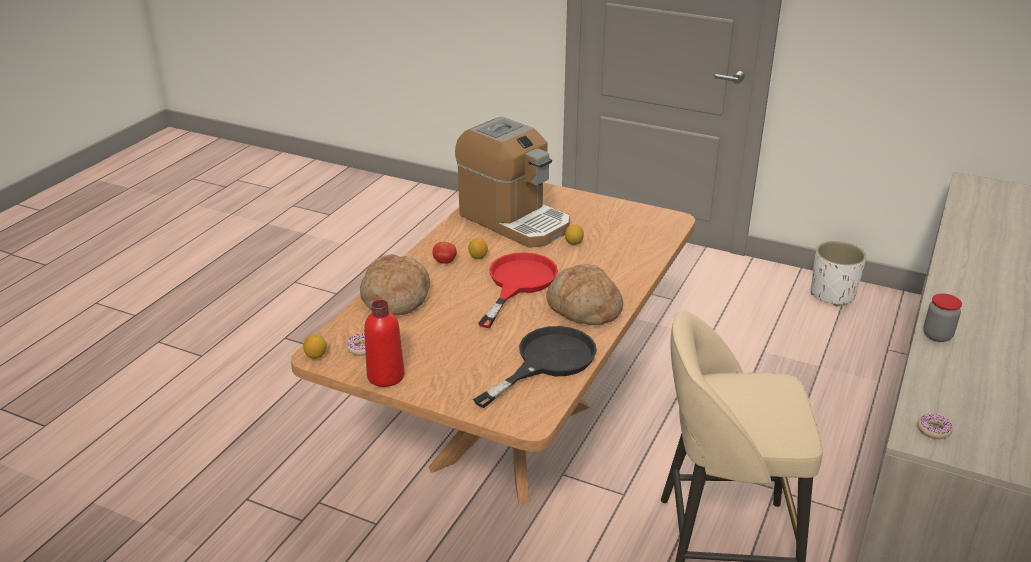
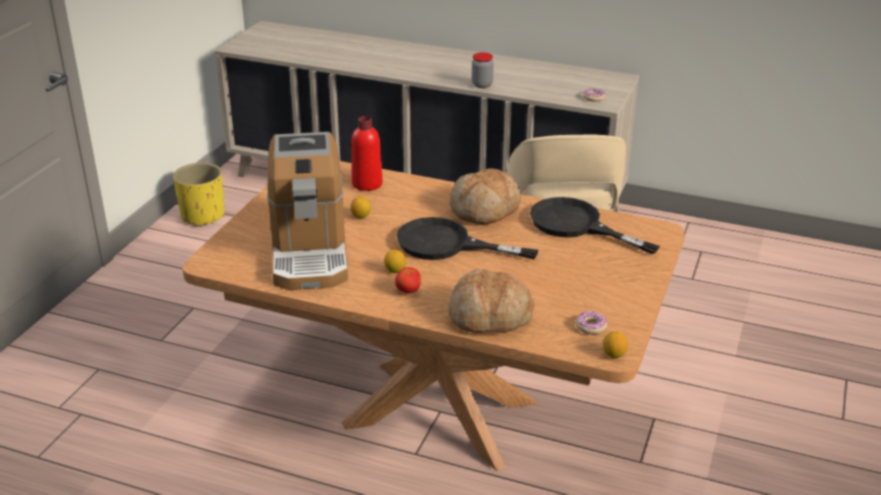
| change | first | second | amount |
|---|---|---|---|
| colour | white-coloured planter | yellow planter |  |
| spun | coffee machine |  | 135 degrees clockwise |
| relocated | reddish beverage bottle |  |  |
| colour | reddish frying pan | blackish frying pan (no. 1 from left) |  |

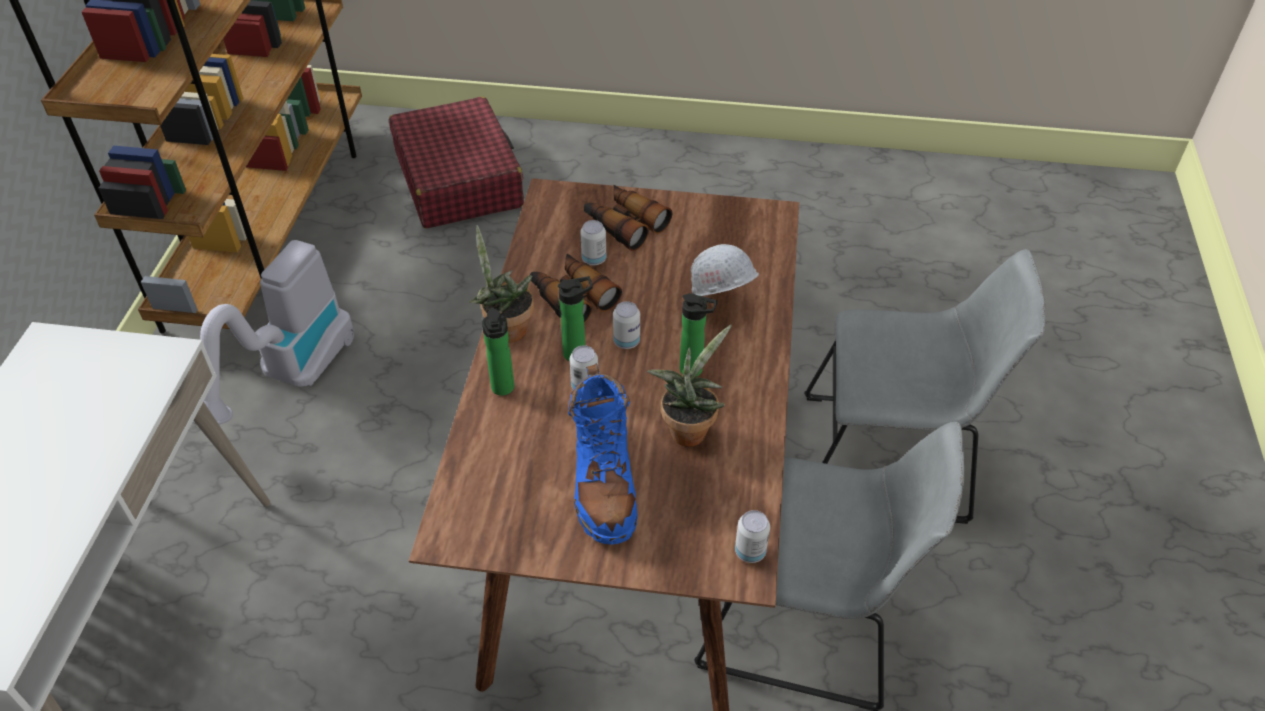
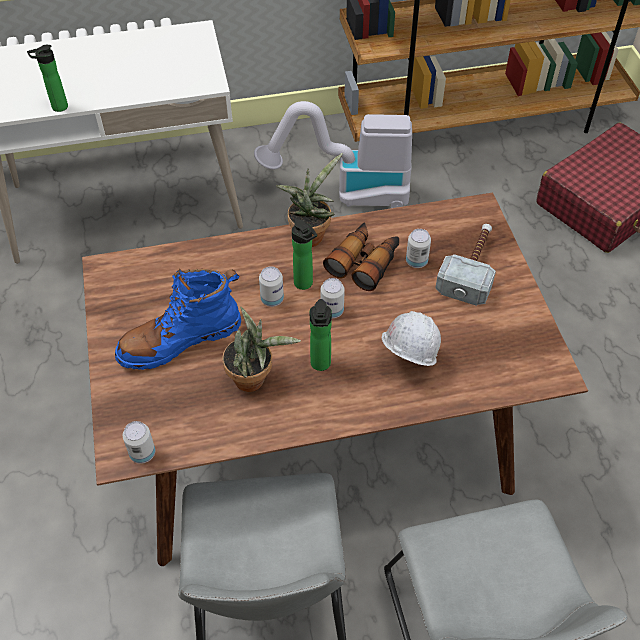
| change | first | second | amount |
|---|---|---|---|
| relocated | beverage bottle (no. 1 from left) |  |  |
| exchanged | pair of binoculars (no. 2 from left) | hammer |  |

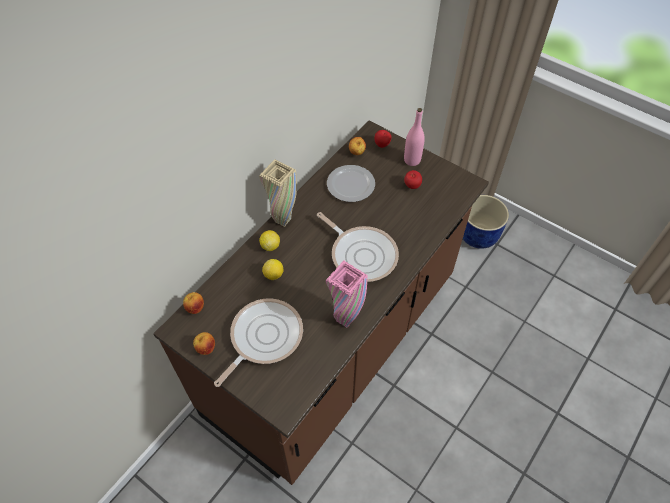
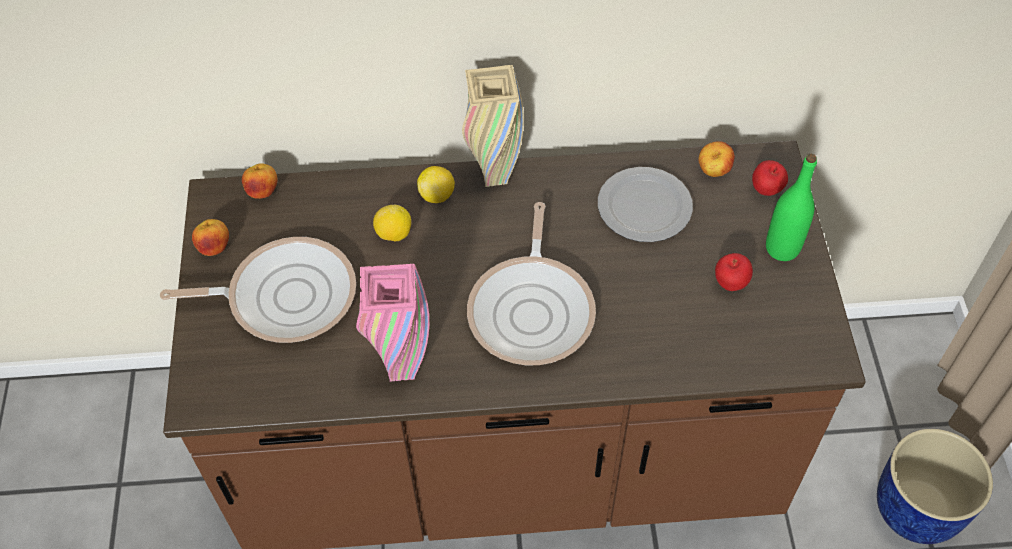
| change | first | second | amount |
|---|---|---|---|
| colour | pinkish beverage bottle | green beverage bottle |  |

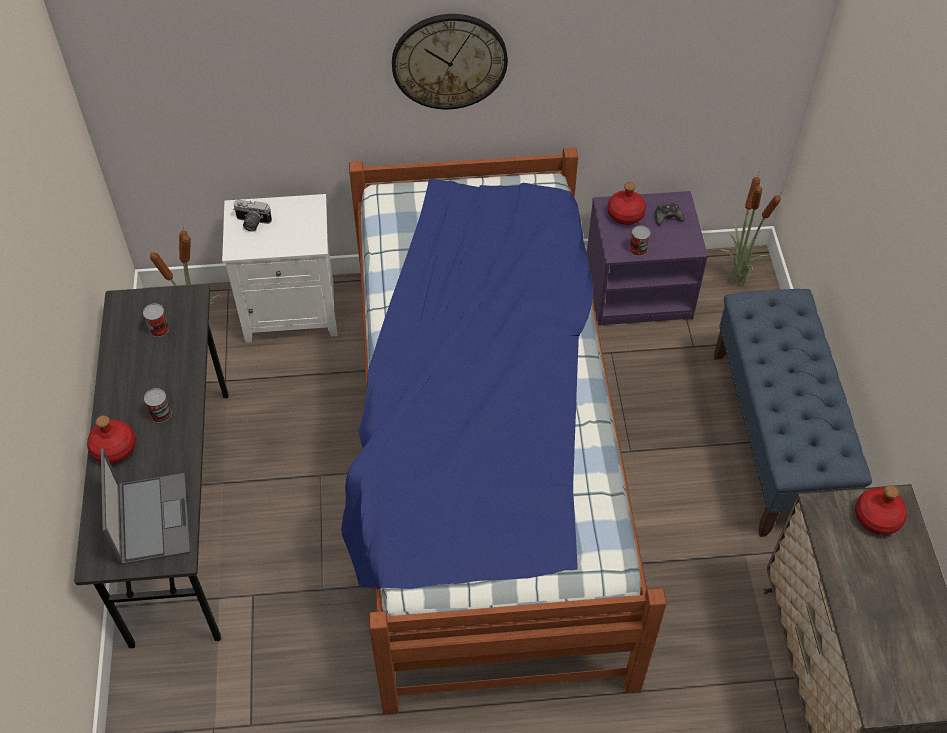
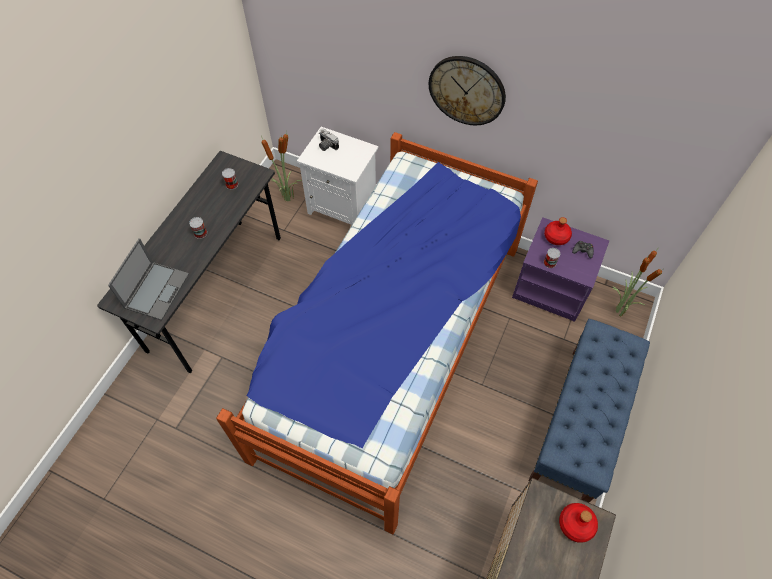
| change | first | second | amount |
|---|---|---|---|
| missing | reddish beverage bottle (no. 1 from left) |  |  |

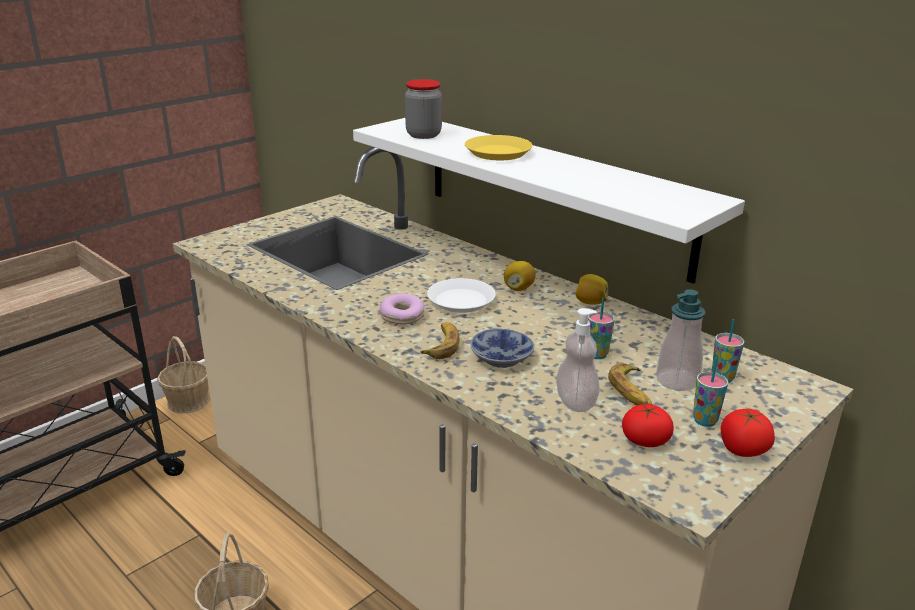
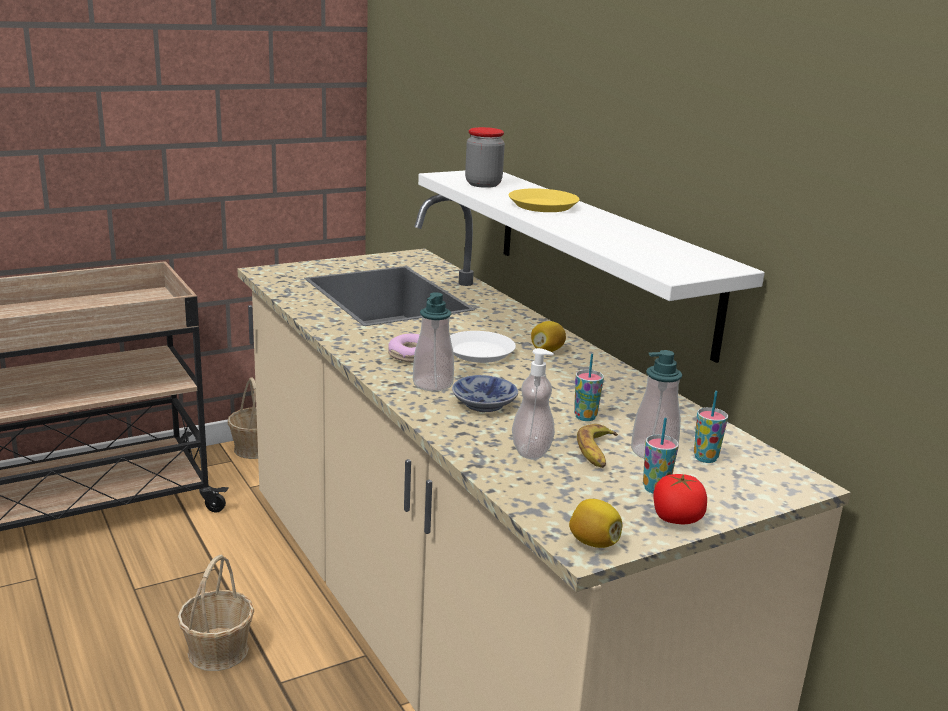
| change | first | second | amount |
|---|---|---|---|
| exchanged | banana (no. 1 from left) | soap bottle (no. 1 from left) |  |
| relocated | whole lemon (no. 2 from left) |  |  |
| missing | tomato (no. 1 from left) |  |  |

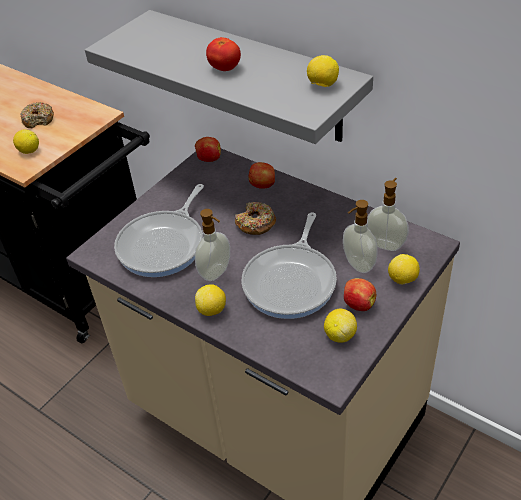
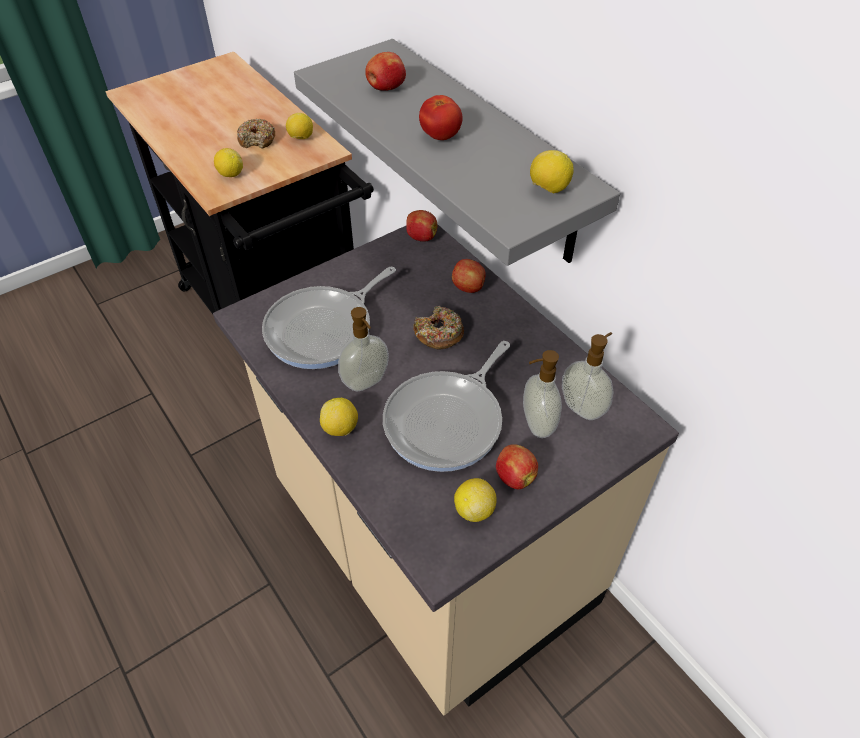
| change | first | second | amount |
|---|---|---|---|
| relocated | whole lemon (no. 5 from left in the first image) | whole lemon (no. 2 from left) |  |
| appeared |  | whole apple (no. 1 from left) |  |

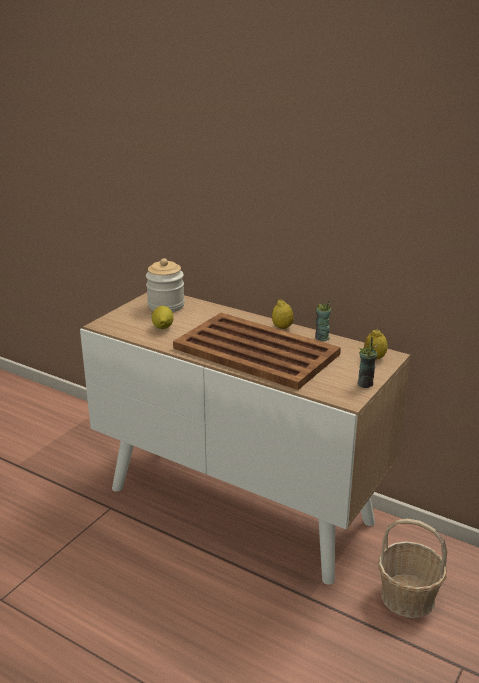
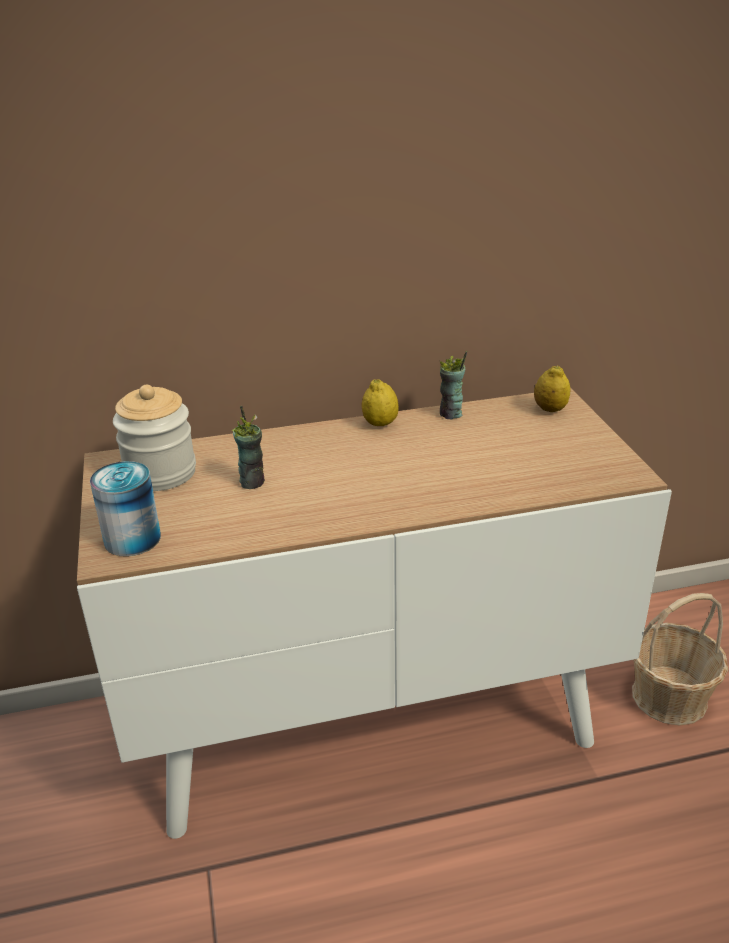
| change | first | second | amount |
|---|---|---|---|
| appeared |  | sealed can |  |
| relocated | cup (no. 2 from left in the first image) | cup (no. 1 from left) |  |
| missing | whole lemon (no. 1 from left) |  |  |
| missing | brownish tray |  |  |

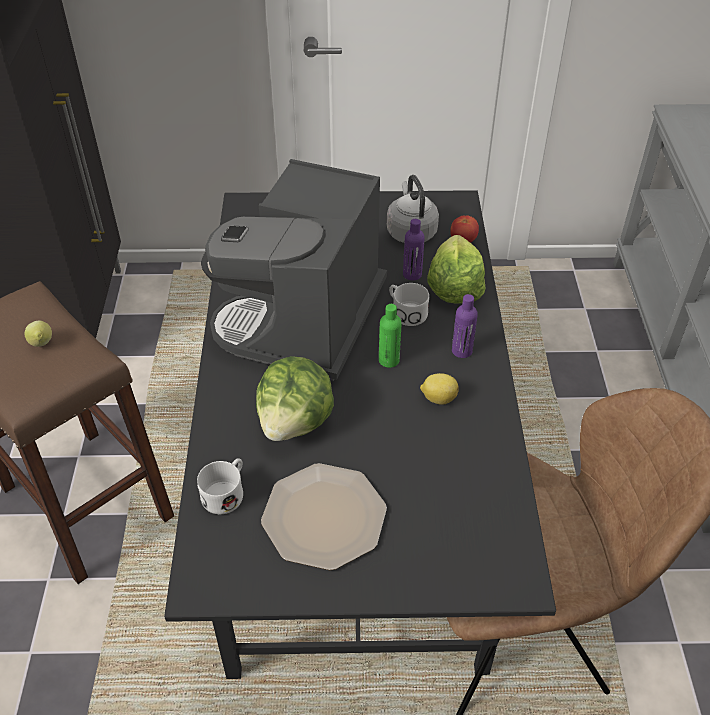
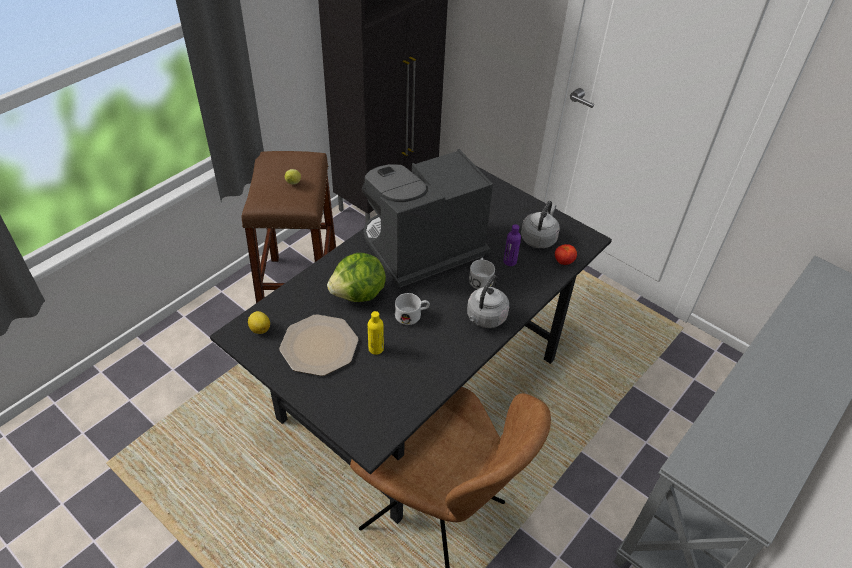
| change | first | second | amount |
|---|---|---|---|
| relocated | whole lemon (no. 2 from left in the first image) | whole lemon (no. 1 from left) |  |
| appeared |  | yellow beverage bottle |  |
| relocated | white-coloured mug (no. 1 from left) |  |  |
| exchanged | purple-coloured beverage bottle (no. 2 from left) | greyish water kettle (no. 1 from left) |  |
| missing | green beverage bottle |  |  |
| missing | head of lettuce (no. 2 from left) |  |  |

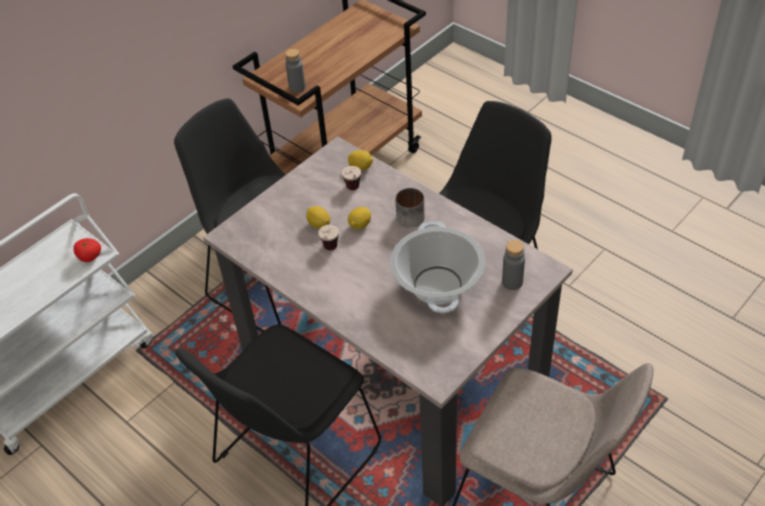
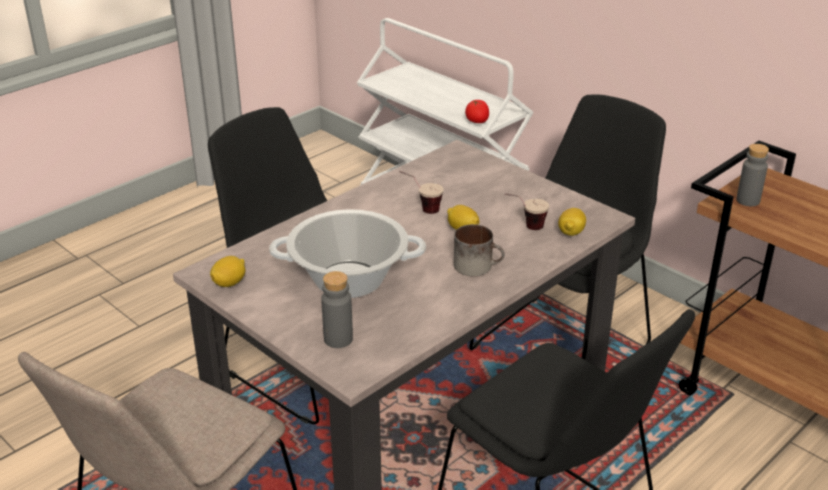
| change | first | second | amount |
|---|---|---|---|
| relocated | whole lemon (no. 1 from left) |  |  |

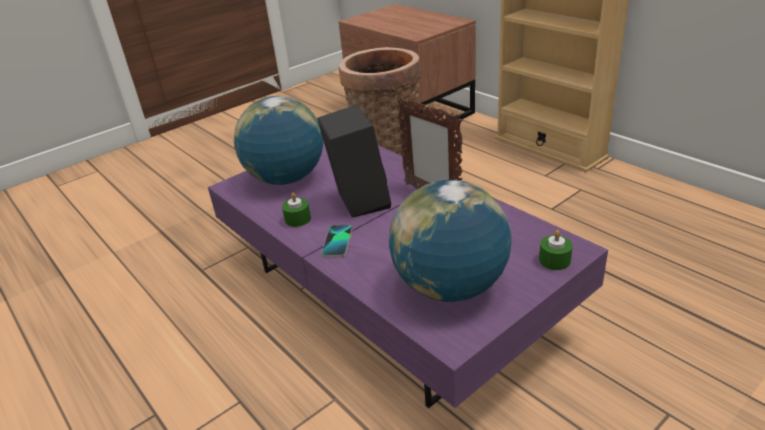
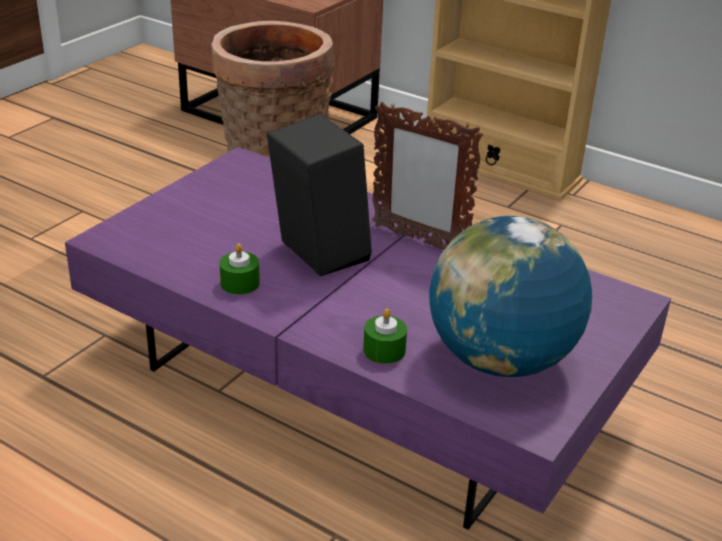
| change | first | second | amount |
|---|---|---|---|
| relocated | green wax light (no. 2 from left) |  |  |
| missing | globe (no. 1 from left) |  |  |
| missing | telephone |  |  |

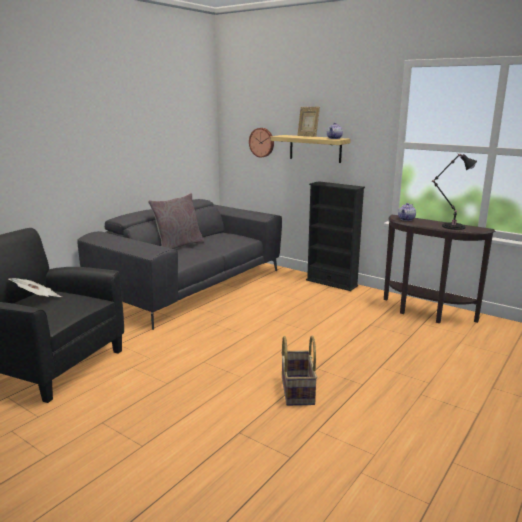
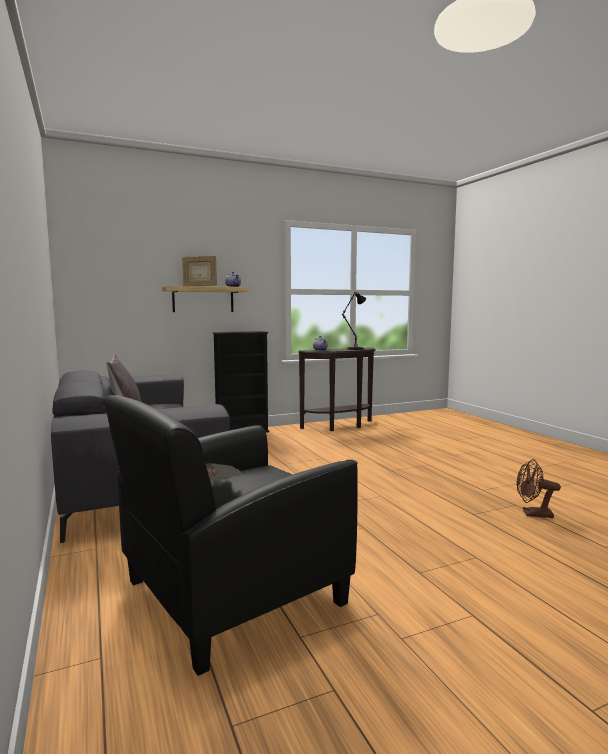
| change | first | second | amount |
|---|---|---|---|
| appeared |  | brownish electric fan |  |
| missing | clock on the wall |  |  |
| missing | basket |  |  |

